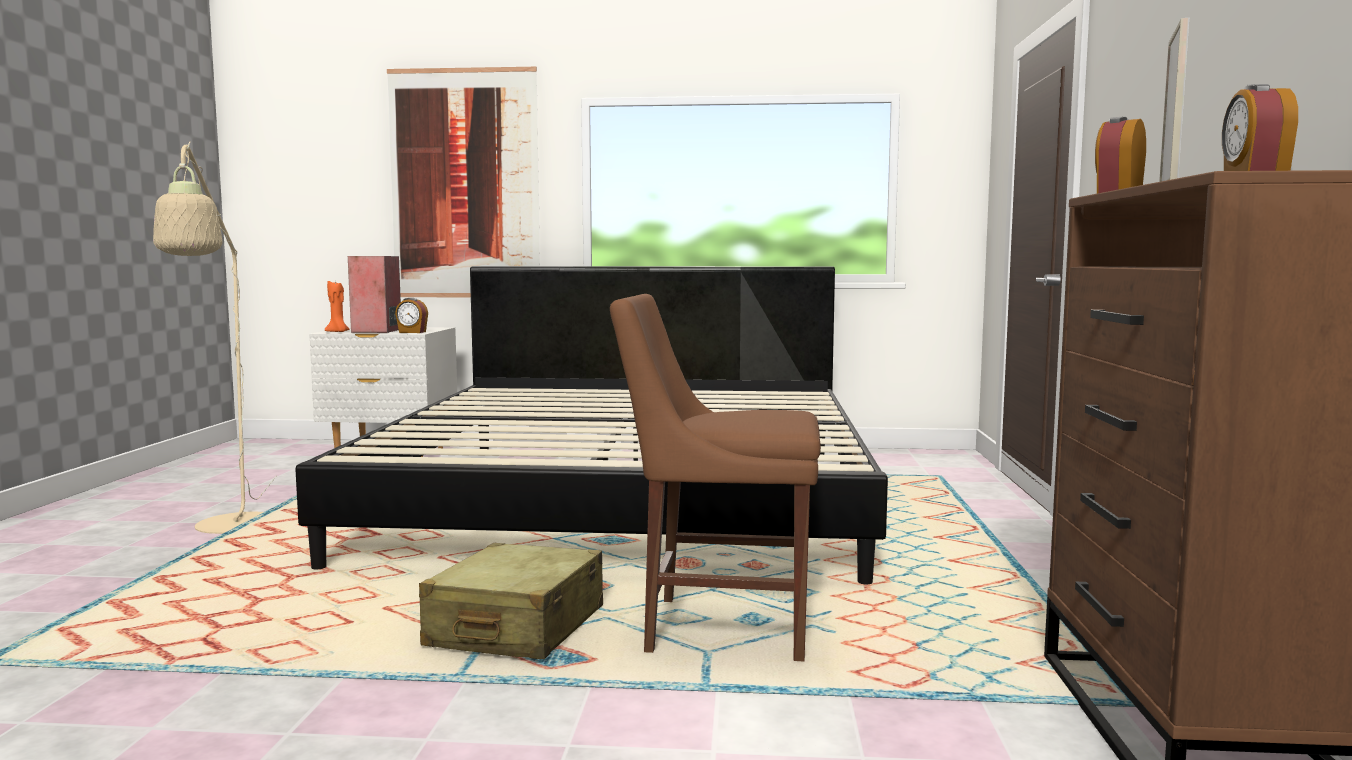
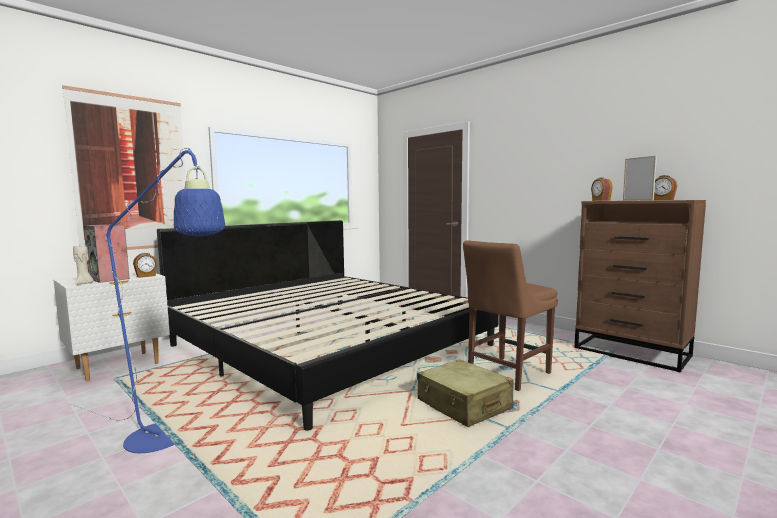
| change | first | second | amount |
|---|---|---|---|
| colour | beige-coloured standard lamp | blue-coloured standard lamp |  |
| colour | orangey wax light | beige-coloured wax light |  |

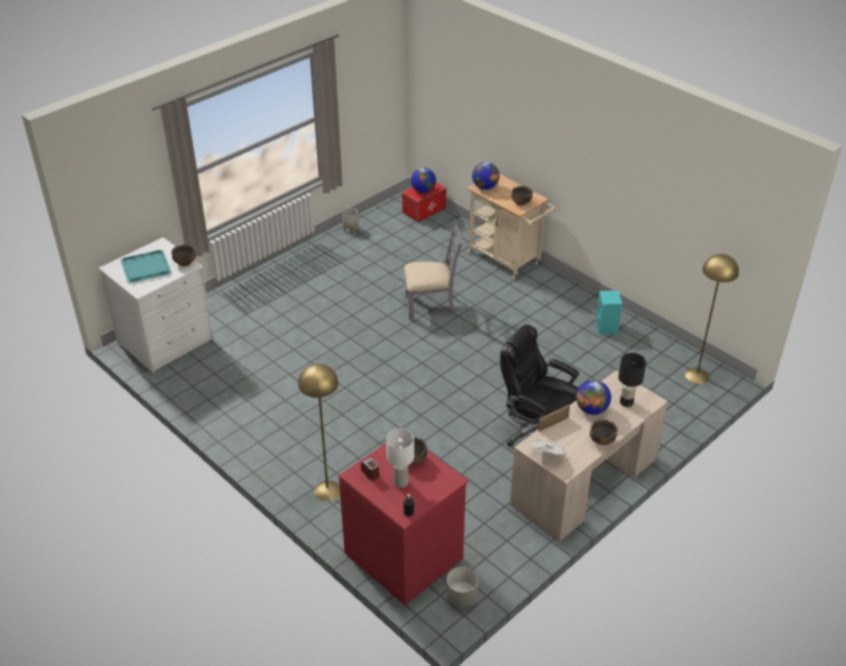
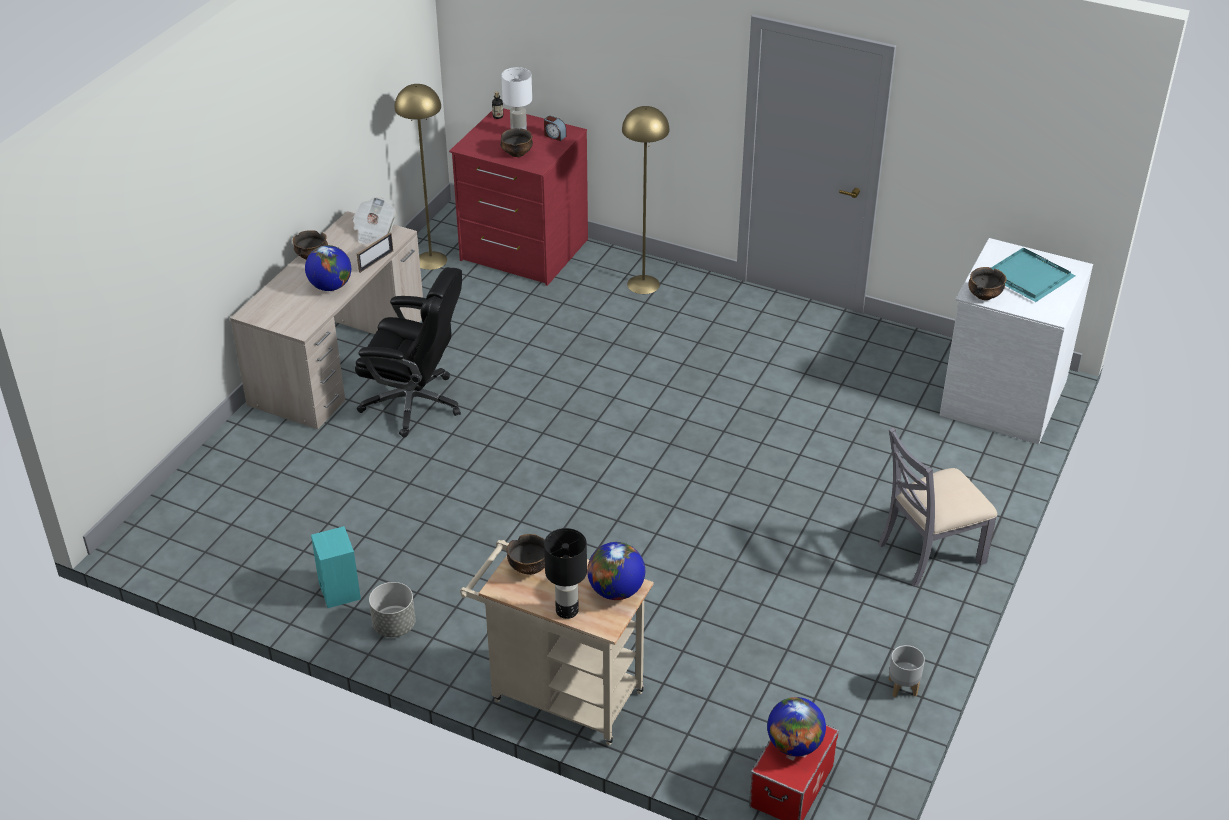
| change | first | second | amount |
|---|---|---|---|
| relocated | greyish planter (no. 2 from left in the first image) | greyish planter (no. 1 from left) |  |
| relocated | yellow standard lamp (no. 2 from left in the first image) | yellow standard lamp (no. 1 from left) |  |
| relocated | blackish tabletop lamp |  |  |
| relocated | greyish chair |  |  |

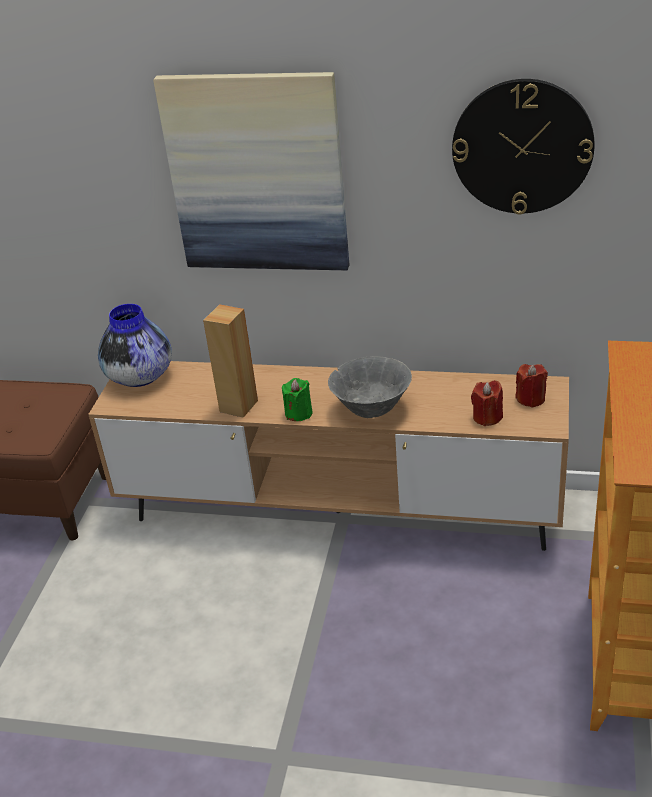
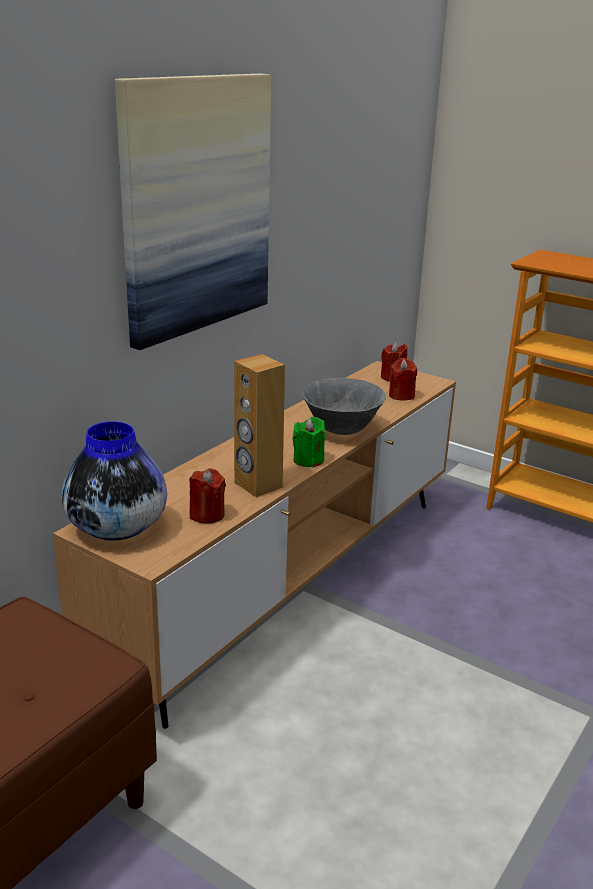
| change | first | second | amount |
|---|---|---|---|
| appeared |  | reddish wax light (no. 1 from left) |  |
| missing | clock on the wall |  |  |

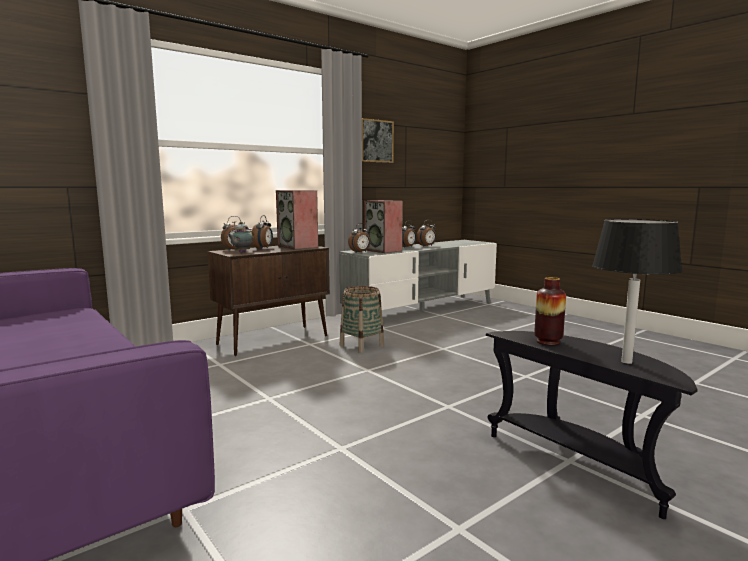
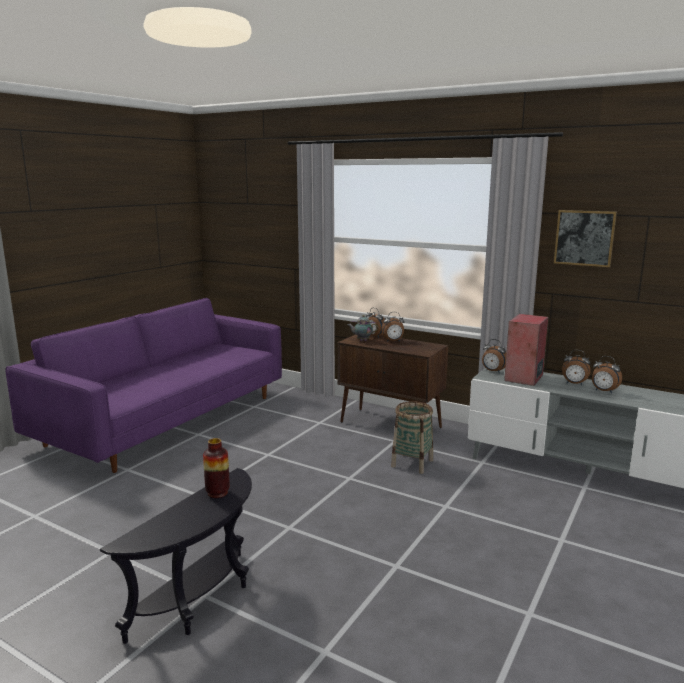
| change | first | second | amount |
|---|---|---|---|
| missing | speaker (no. 1 from left) |  |  |
| missing | blackish tabletop lamp |  |  |

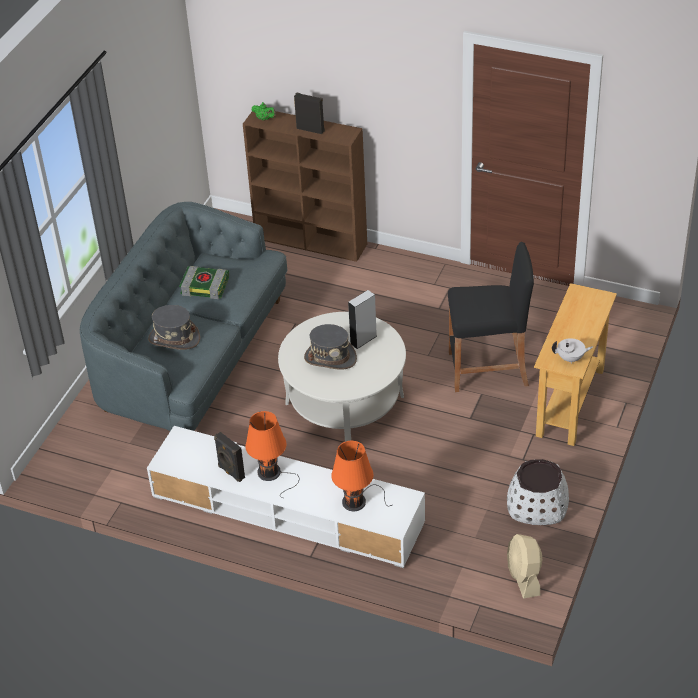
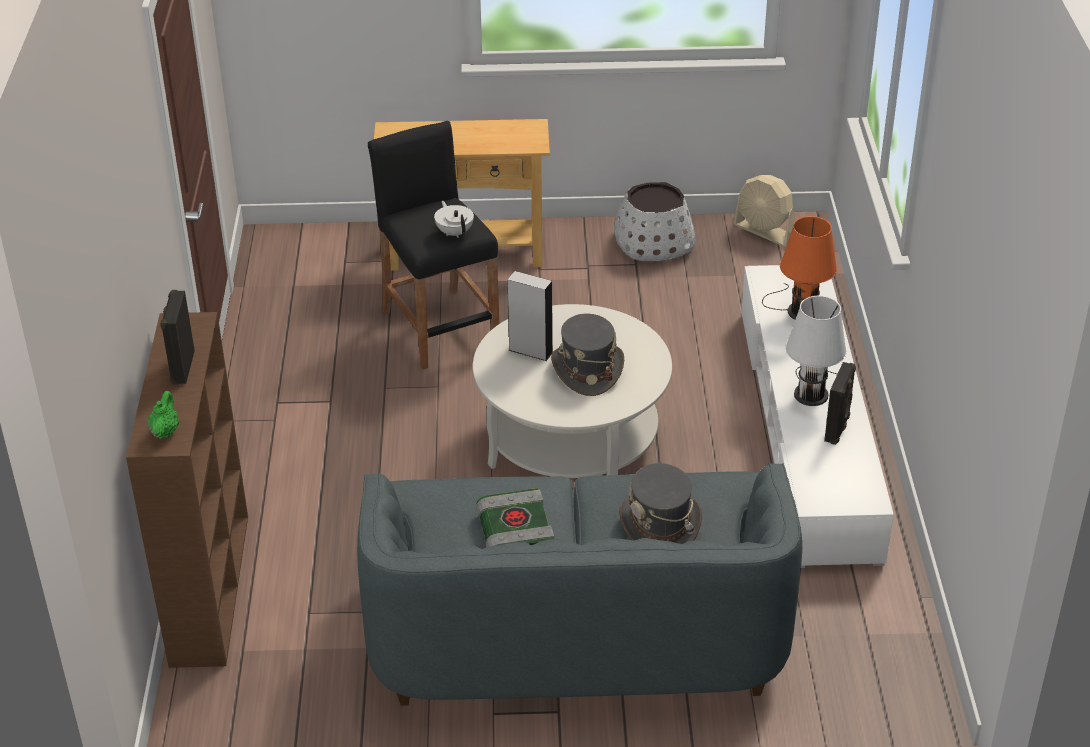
| change | first | second | amount |
|---|---|---|---|
| relocated | white-coloured teapot |  |  |
| spun | beige-coloured electric fan |  | 75 degrees clockwise |
| colour | orangey tabletop lamp (no. 1 from left) | white-coloured tabletop lamp |  |

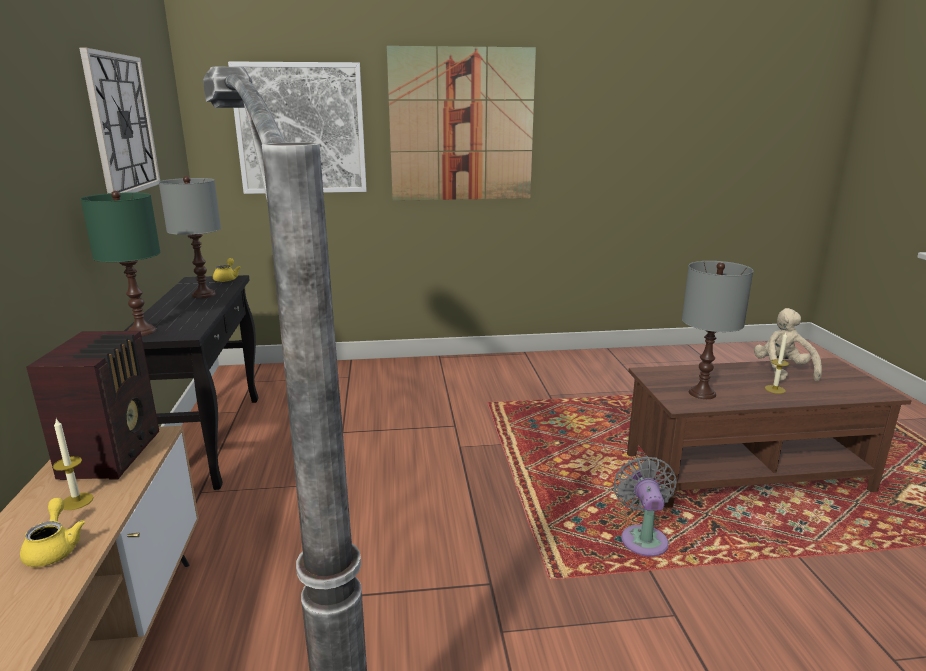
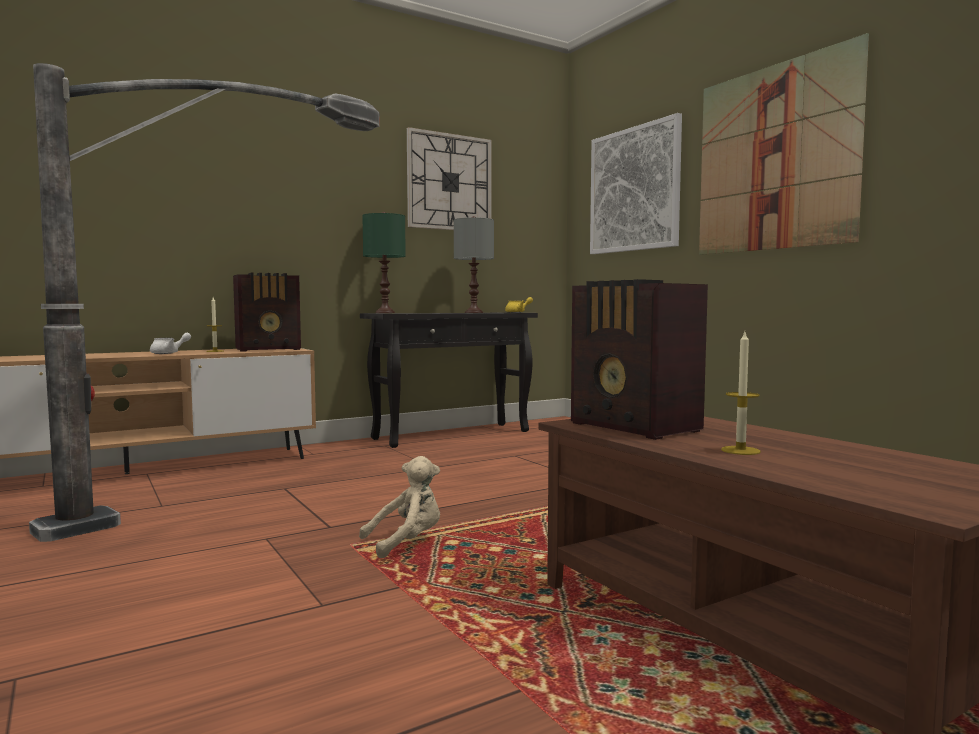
| change | first | second | amount |
|---|---|---|---|
| colour | yellow teapot (no. 1 from left) | white-coloured teapot |  |
| relocated | beige-coloured cuddly toy |  |  |
| exchanged | greyish tabletop lamp (no. 2 from left) | radio set (no. 2 from left) |  |
| missing | greyish electric fan |  |  |

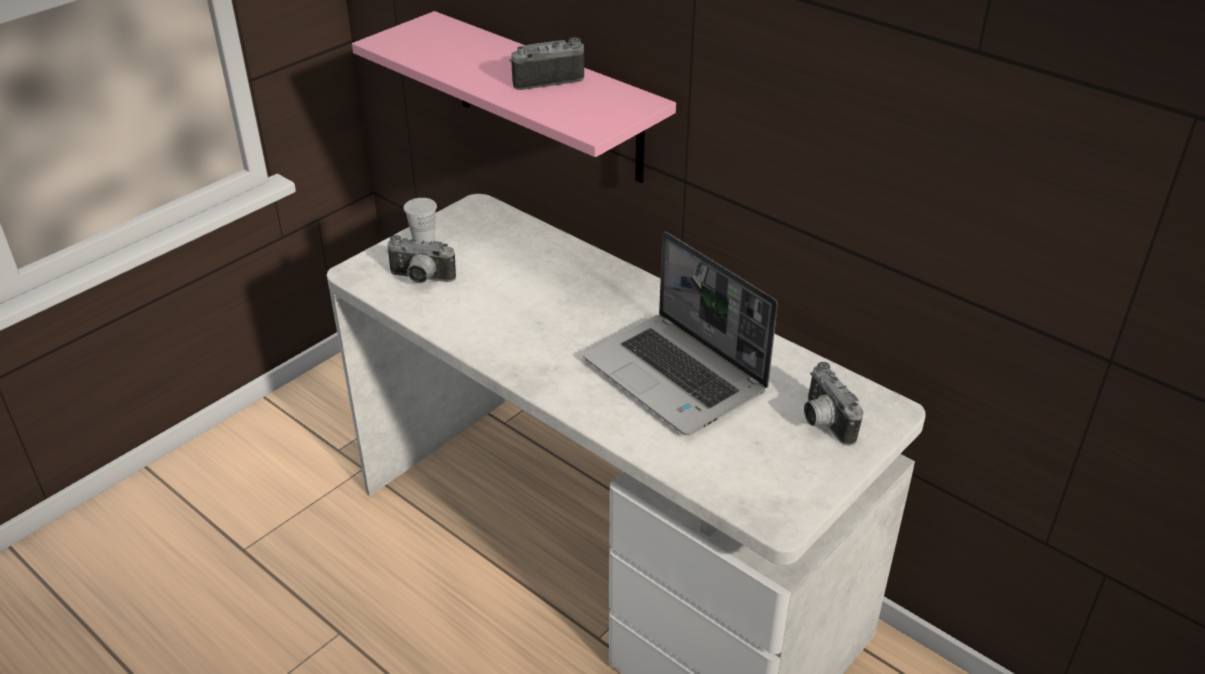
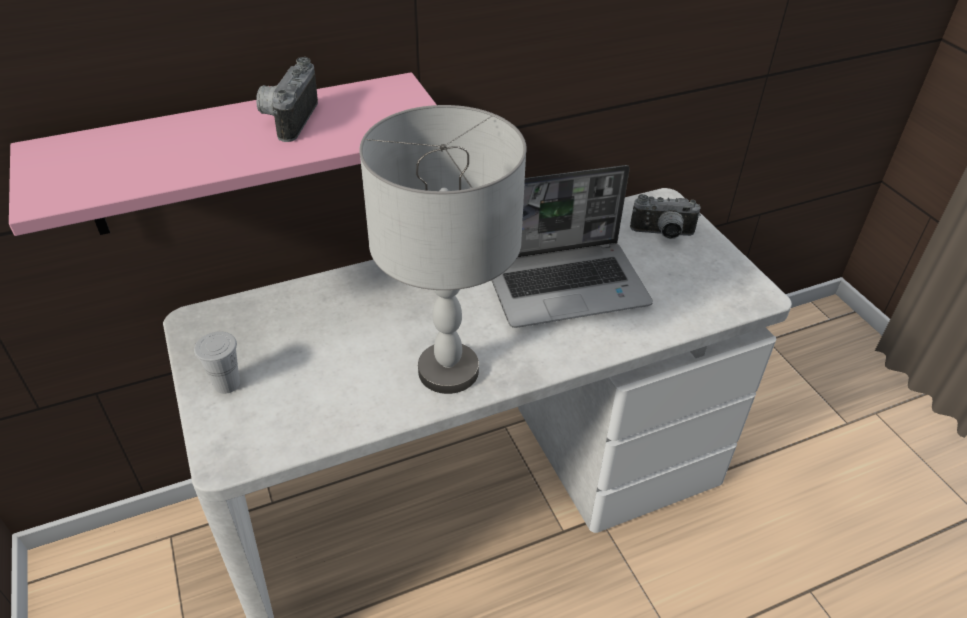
| change | first | second | amount |
|---|---|---|---|
| appeared |  | greyish tabletop lamp |  |
| missing | photo camera (no. 1 from left) |  |  |

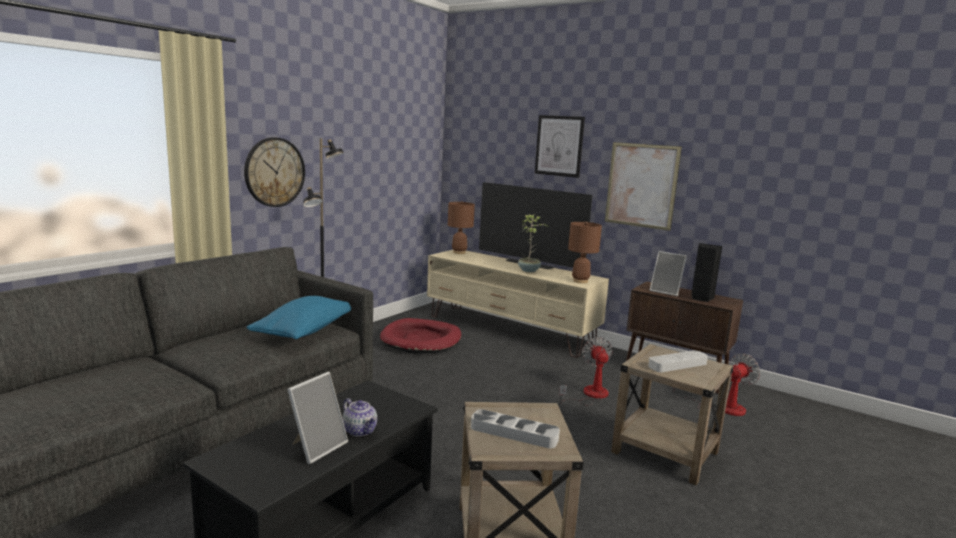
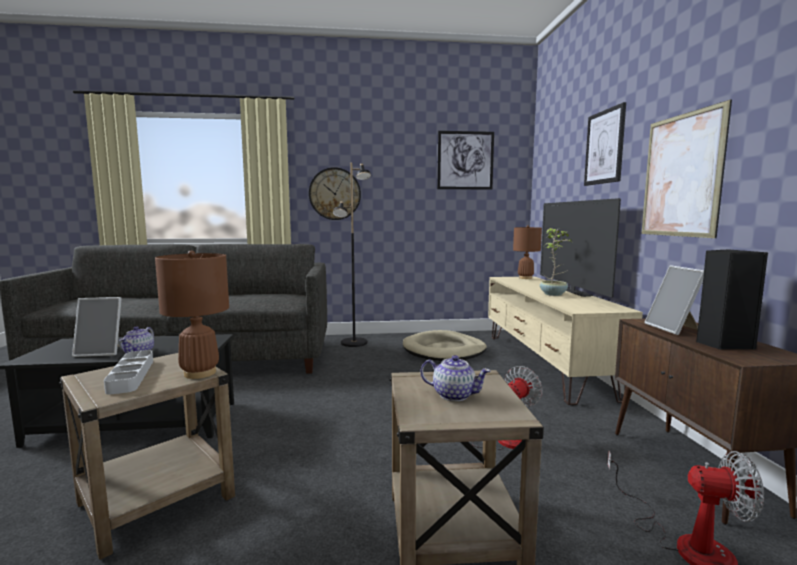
| change | first | second | amount |
|---|---|---|---|
| relocated | brownish tabletop lamp (no. 2 from left in the first image) | brownish tabletop lamp (no. 1 from left) |  |
| colour | reddish dog cushion | beige-coloured dog cushion |  |
| exchanged | greyish tray (no. 2 from left) | teapot (no. 2 from left) |  |
| appeared |  | wall picture (no. 1 from left) |  |
| missing | blue-coloured pillow |  |  |

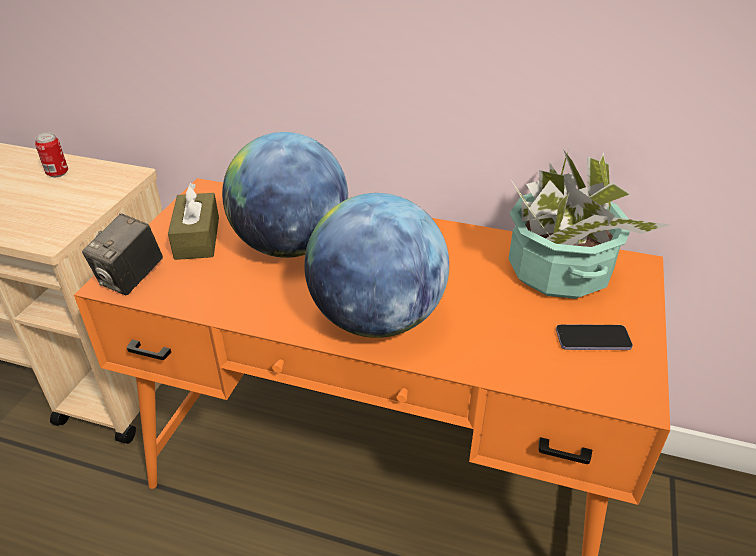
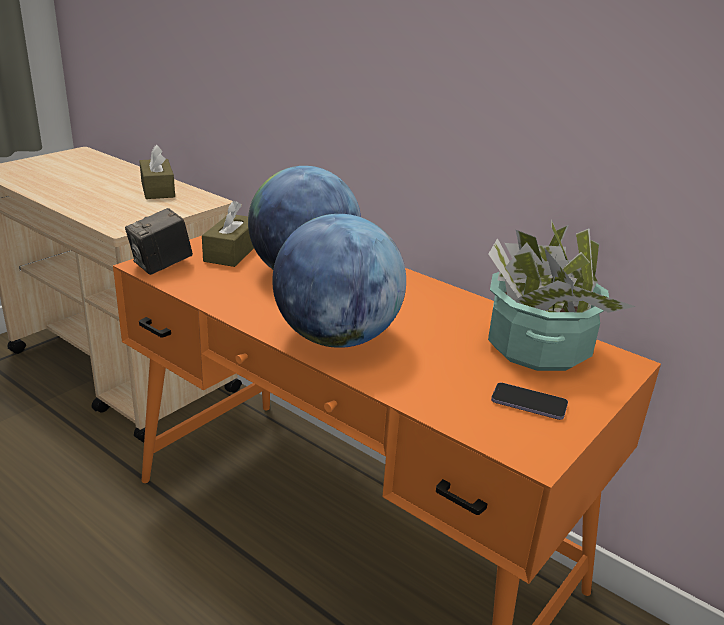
| change | first | second | amount |
|---|---|---|---|
| exchanged | sealed can | brownish tissue holder (no. 1 from left) |  |

